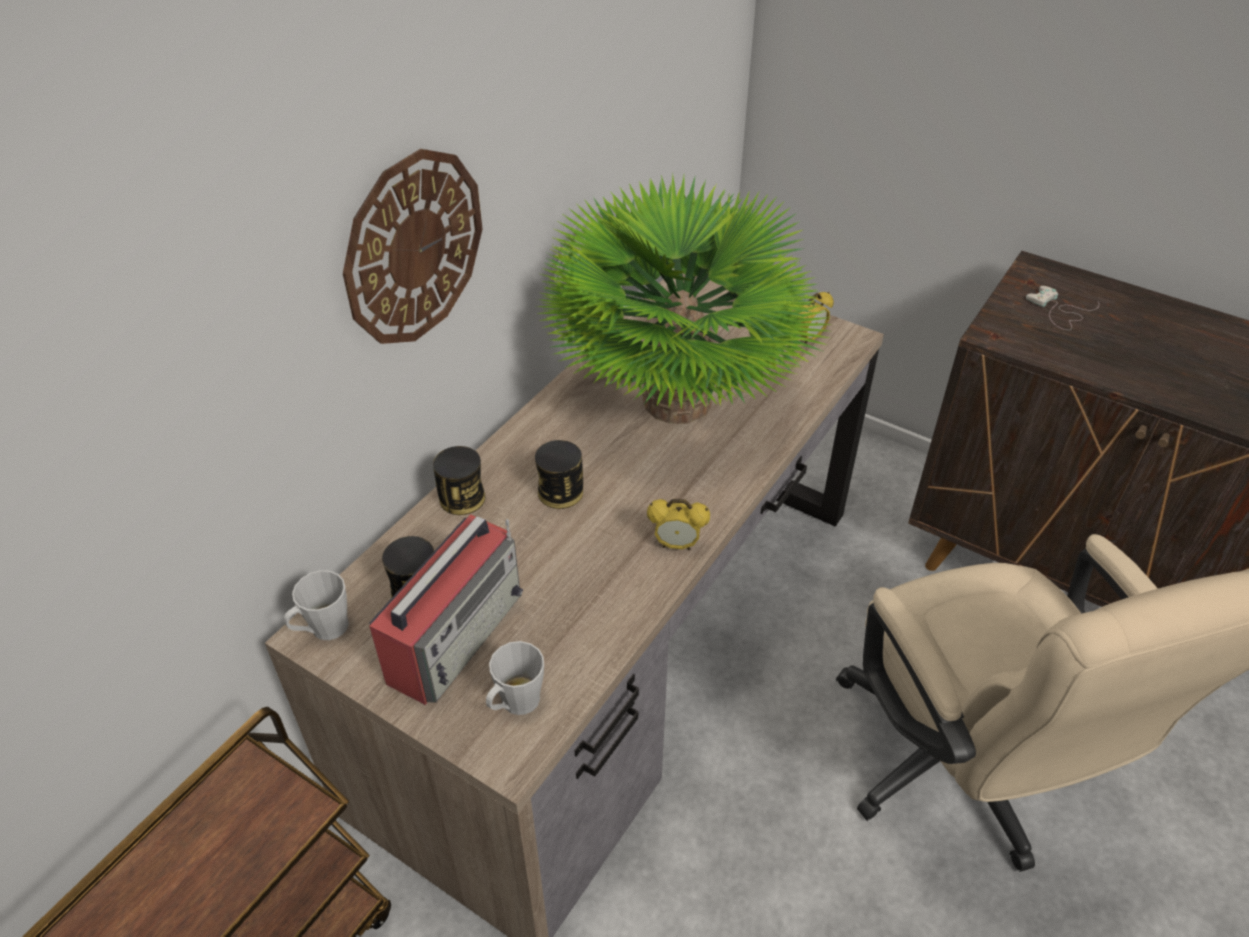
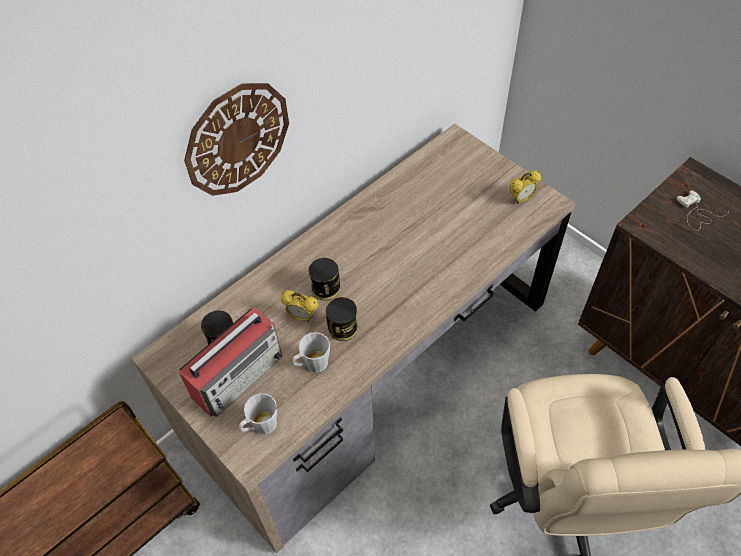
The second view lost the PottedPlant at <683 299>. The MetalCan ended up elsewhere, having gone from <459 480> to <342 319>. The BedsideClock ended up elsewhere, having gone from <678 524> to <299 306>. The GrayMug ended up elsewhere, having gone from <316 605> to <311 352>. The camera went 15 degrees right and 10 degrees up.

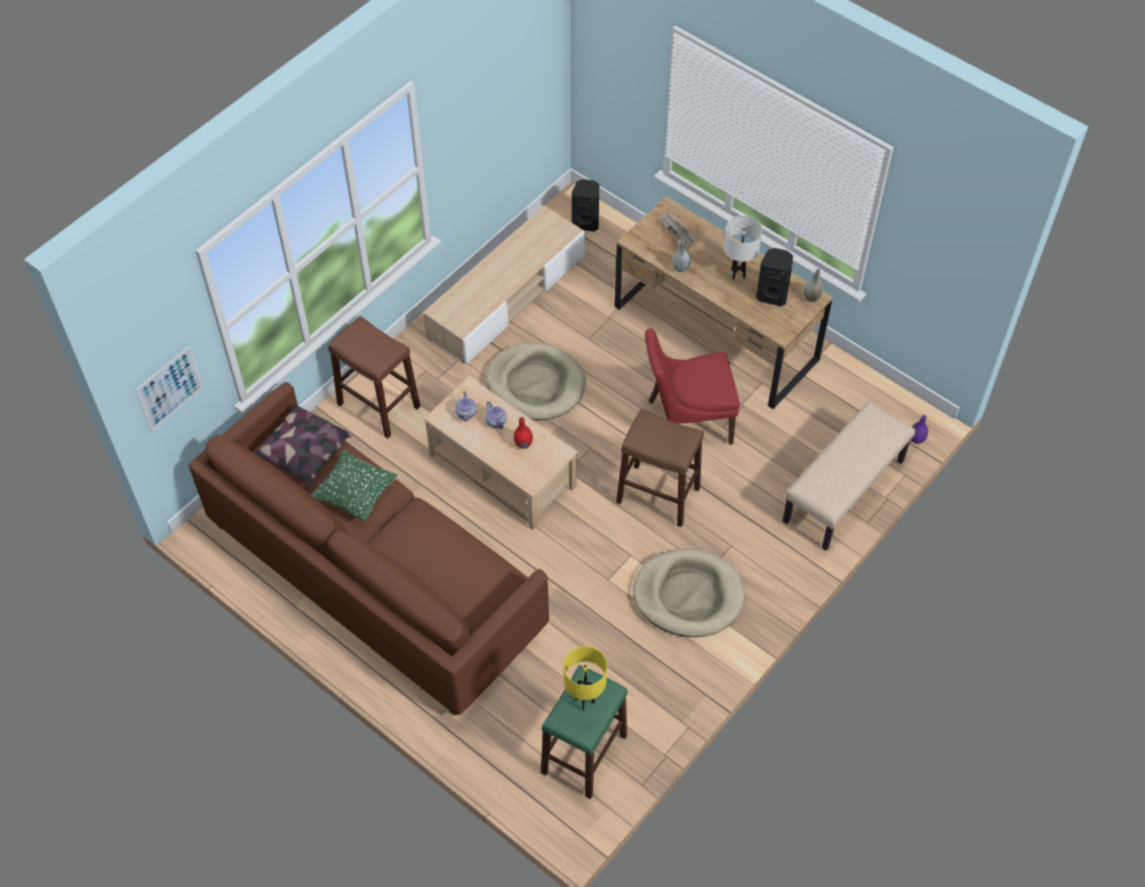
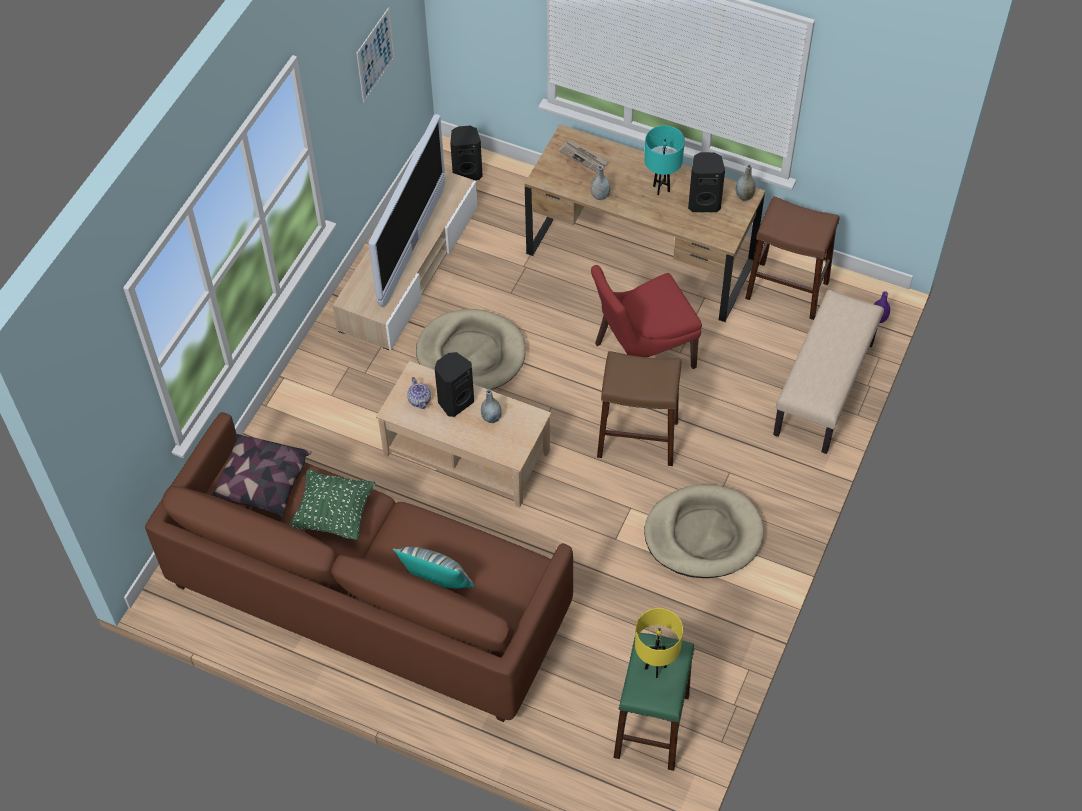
What was the WhiteColouredTabletopLamp at <743 247> turned into the BlueGreenTabletopLamp at <664 160>. The BrownColouredStool ended up elsewhere, having gone from <374 377> to <792 258>. The Picture ended up elsewhere, having gone from <170 388> to <376 55>. Where the TeaPot stood at <496 415>, the BlackAudioSpeaker came to stand at <454 384>. What was the RedColouredVase at <523 433> turned into the GrayVase at <491 406>. The second view gained the Tv at <406 210>. The second view gained the ThrowPillow at <434 567>. The camera went 15 degrees left and 0 degrees up.

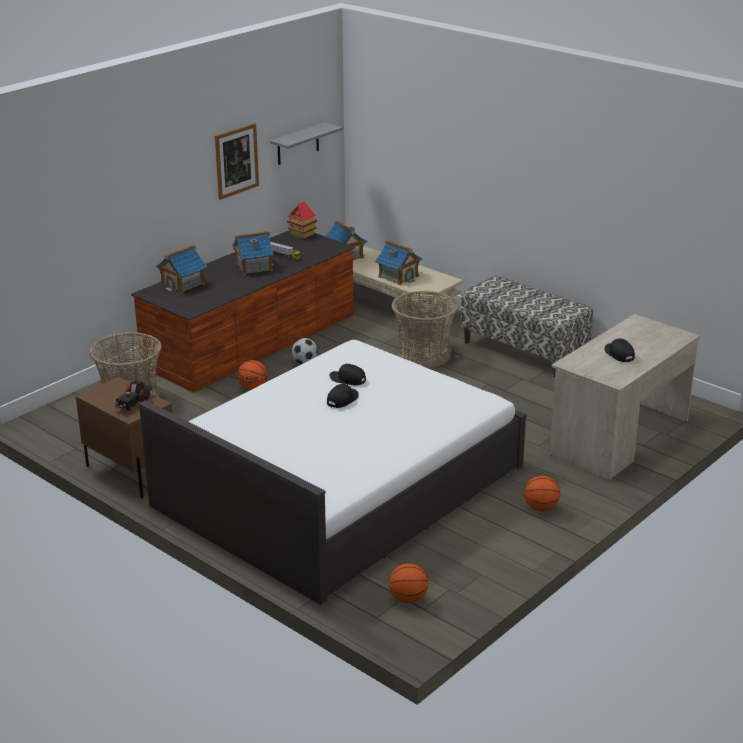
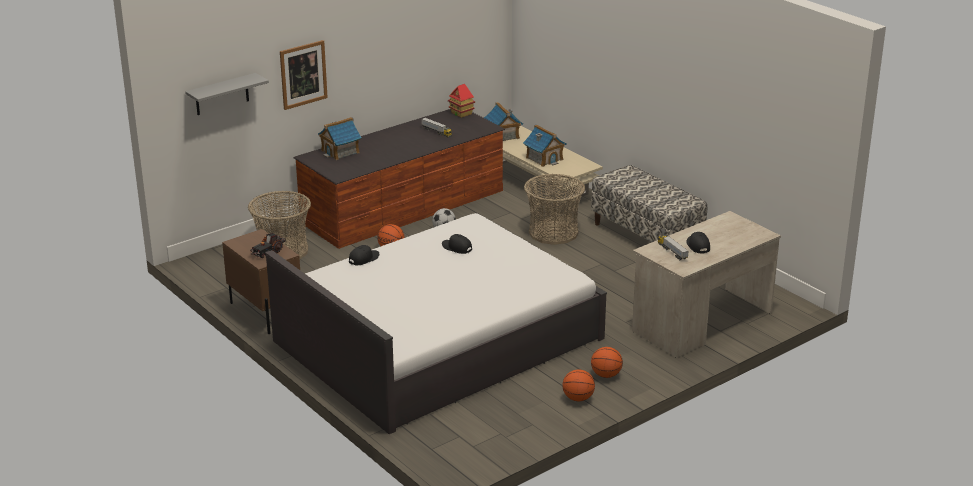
The GrayShelf ended up elsewhere, having gone from <306 143> to <227 94>. The Picture ended up elsewhere, having gone from <237 161> to <304 75>. The second view lost the MiniatureHouse at <253 253>. The BlackPeakedCap ended up elsewhere, having gone from <342 396> to <364 255>. The BasketballBall ended up elsewhere, having gone from <408 583> to <578 385>. The second view gained the ModelTruck at <673 247>. The camera went 10 degrees right and 0 degrees up.

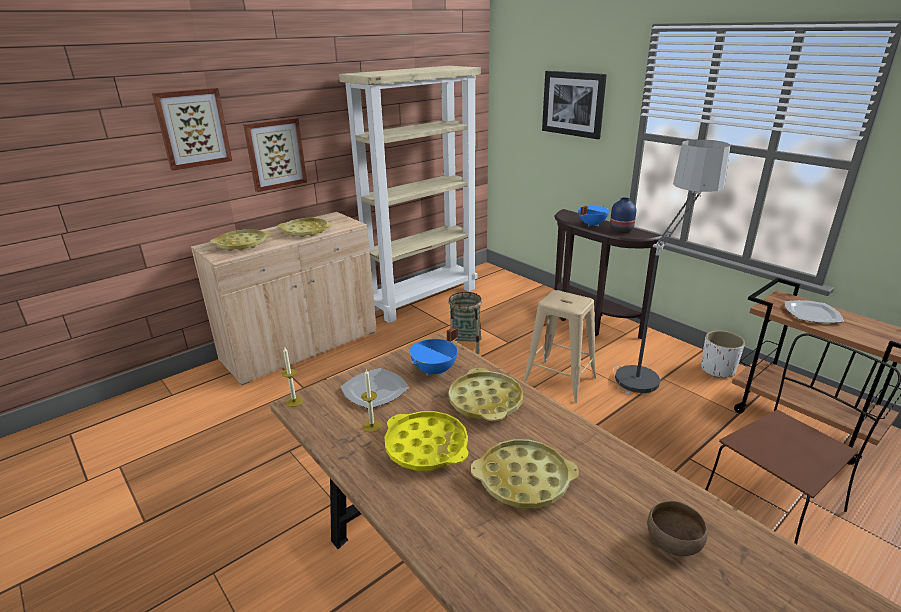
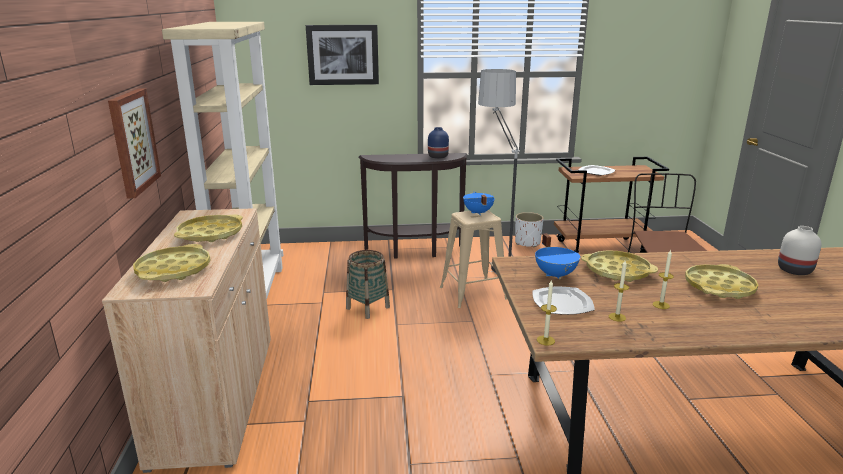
The second view lost the Picture at <192 129>. The BlueColouredCookingPot ended up elsewhere, having gone from <593 216> to <478 203>. Where the YellowTray stood at <426 441>, the Candle came to stand at <663 279>. Where the BrownColouredServingBowl stood at <678 528>, the WhiteColouredVase came to stand at <799 250>. The camera went 55 degrees left and 5 degrees down.

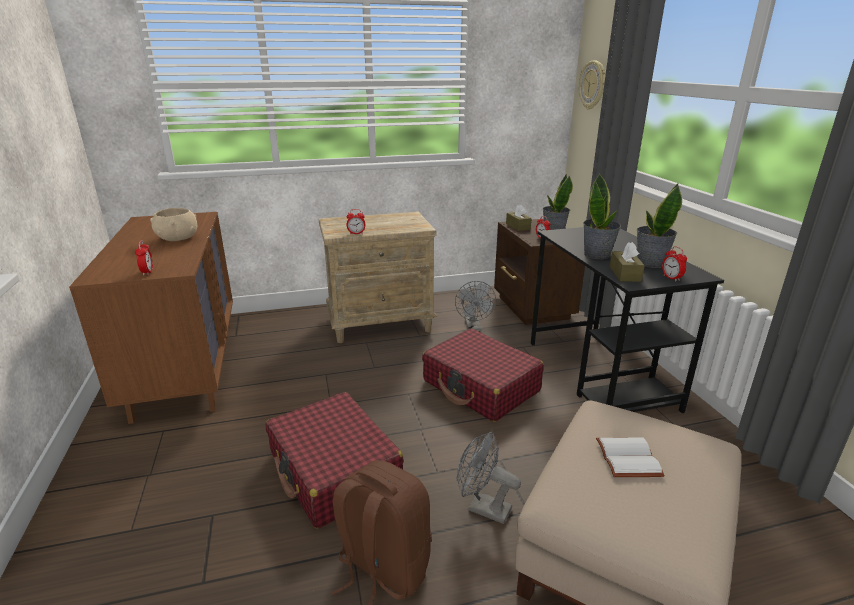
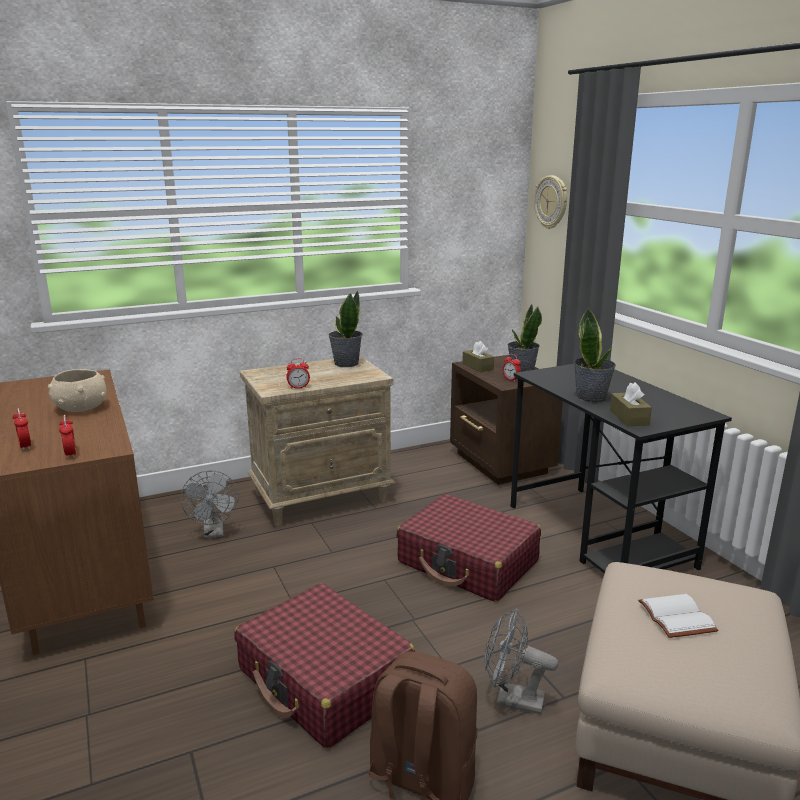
The PottedPlant ended up elsewhere, having gone from <659 225> to <345 329>. The BedsideClock ended up elsewhere, having gone from <674 263> to <21 429>. The GrayFan ended up elsewhere, having gone from <475 306> to <210 504>. The camera went 10 degrees left and 5 degrees down.

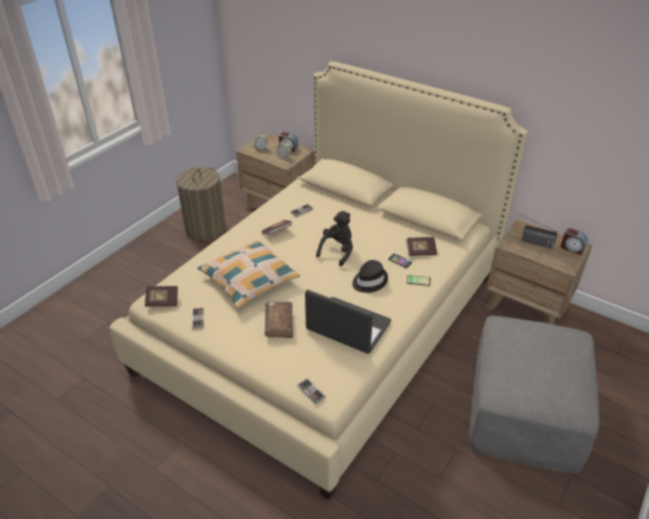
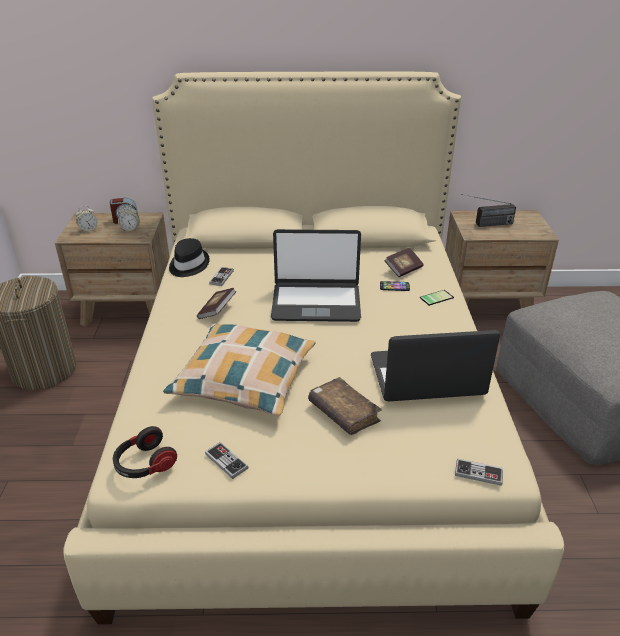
Where the BlackPlushToy stood at <334 238>, the NotebookComputer came to stand at <316 275>. The second view lost the BedsideClock at <574 241>. The BlackHat ended up elsewhere, having gone from <370 276> to <189 257>. Where the Volume stood at <161 296>, the PairOfHeadphones came to stand at <145 452>. The camera went 35 degrees left and 5 degrees down.

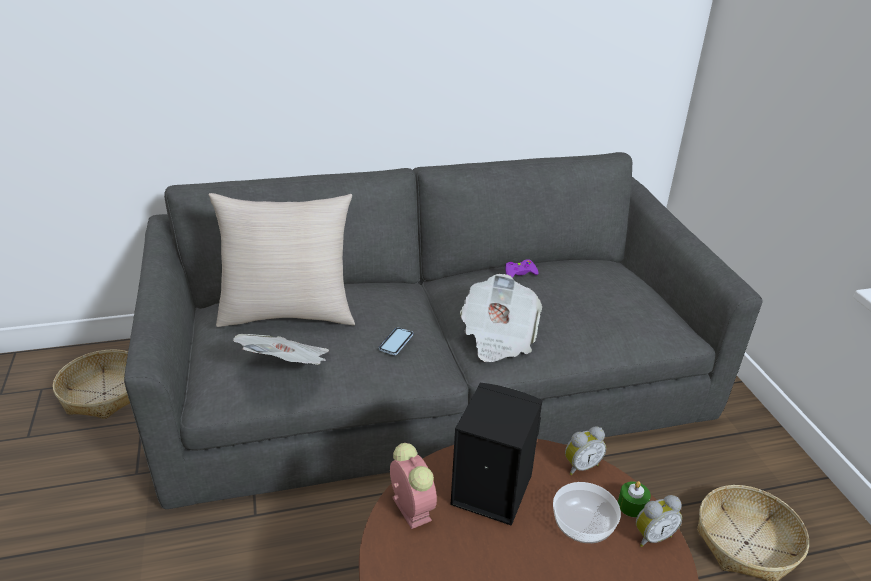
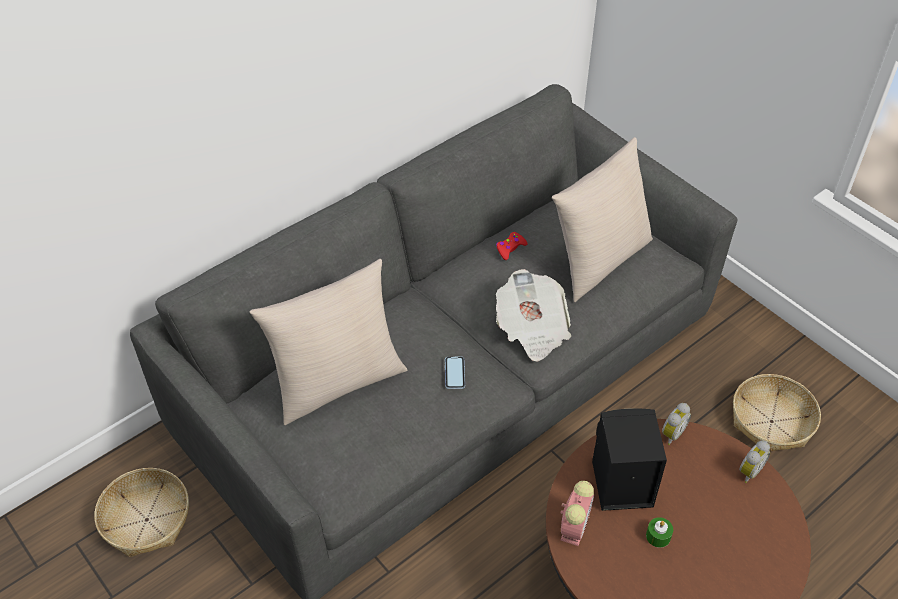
What was the PurpleGameController at <521 268> turned into the RedColouredGameController at <512 246>. The second view lost the DailyPaper at <281 349>. The BedsideClock at <413 486> ended up facing another way, 75 degrees clockwise from before. The GreenCandle ended up elsewhere, having gone from <634 499> to <659 532>. The second view lost the ServingBowl at <587 512>. The second view gained the SandColouredThrowPillow at <602 219>. The camera went 25 degrees left and 15 degrees up.

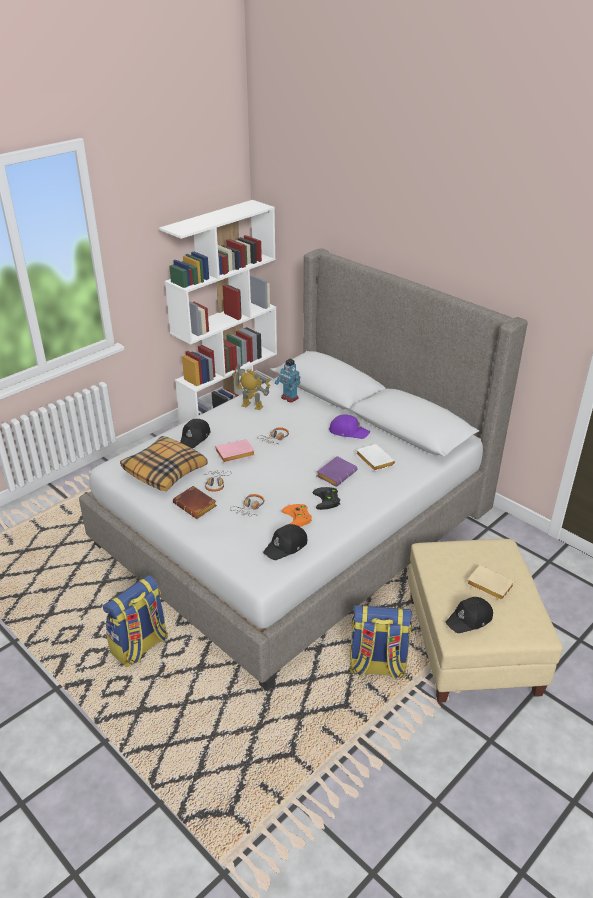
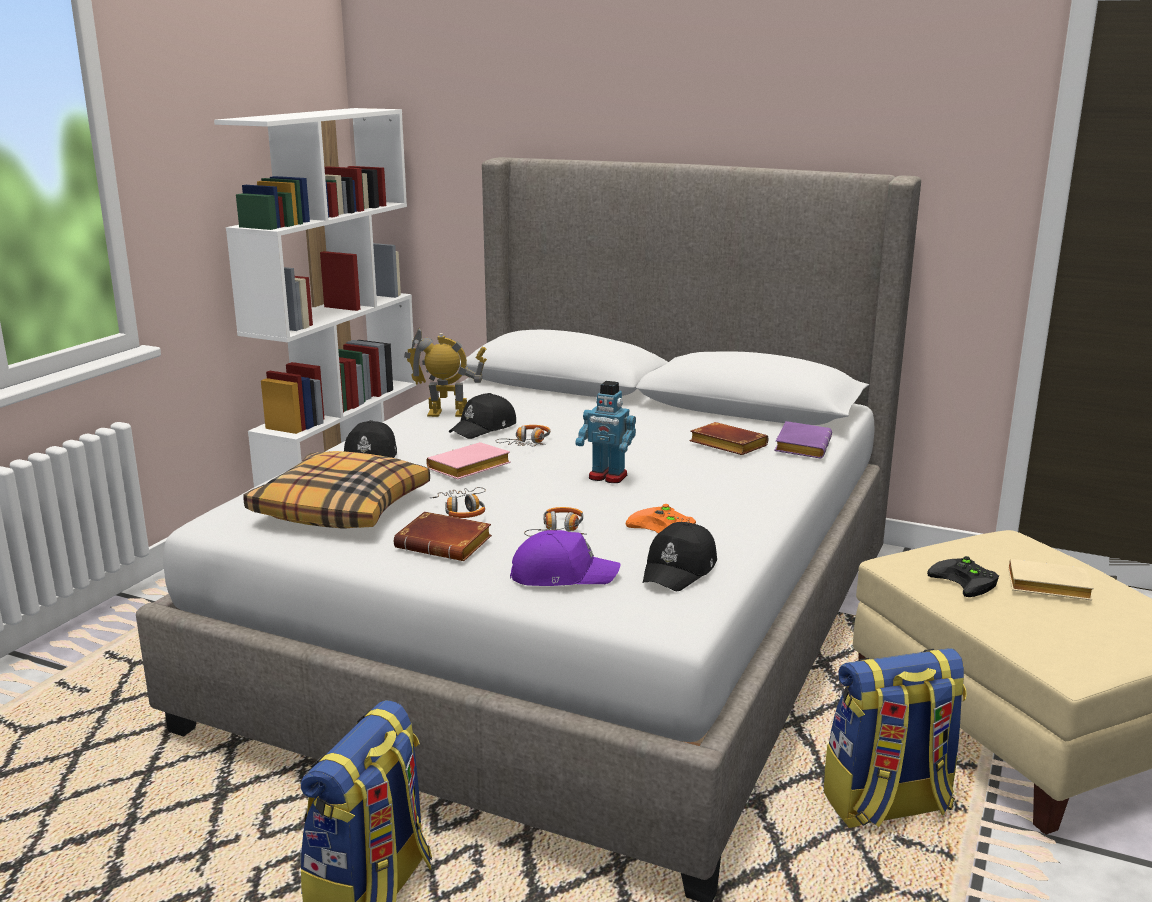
The RobotFigure ended up elsewhere, having gone from <287 380> to <605 432>. The PurplePeakedCap ended up elsewhere, having gone from <349 426> to <565 558>. What was the WhiteColouredVolume at <375 457> turned into the BrownColouredVolume at <729 438>. The PurpleVolume ended up elsewhere, having gone from <337 471> to <803 439>. The BlackGameController ended up elsewhere, having gone from <326 498> to <963 576>. The BlackPeakedCap ended up elsewhere, having gone from <469 615> to <482 416>. The camera went 20 degrees left and 15 degrees down.

